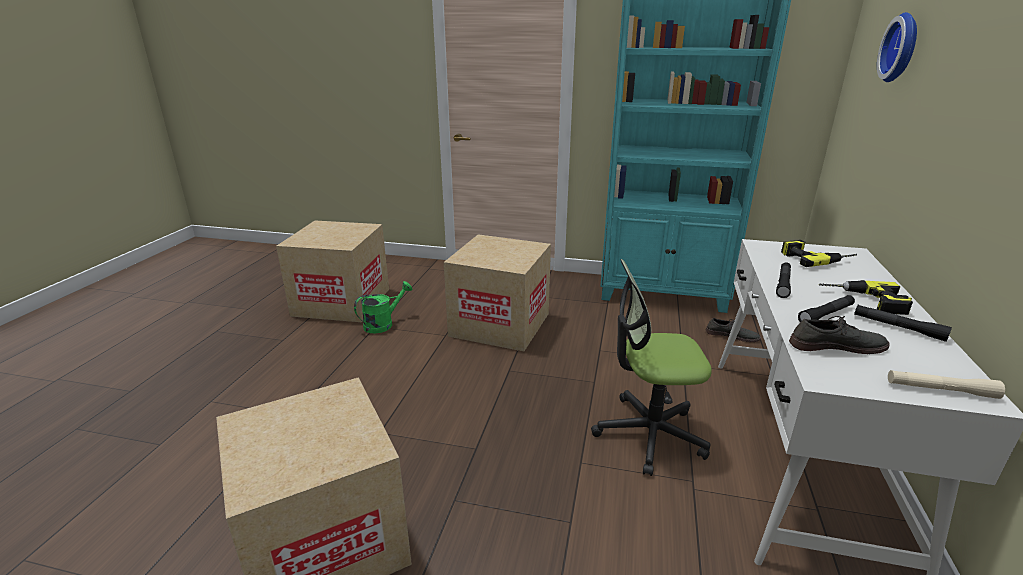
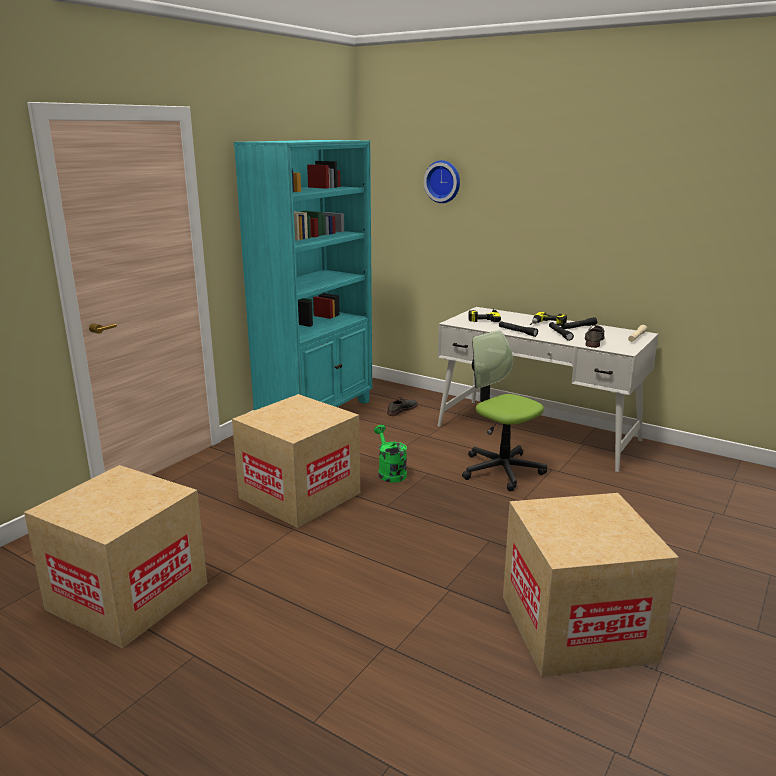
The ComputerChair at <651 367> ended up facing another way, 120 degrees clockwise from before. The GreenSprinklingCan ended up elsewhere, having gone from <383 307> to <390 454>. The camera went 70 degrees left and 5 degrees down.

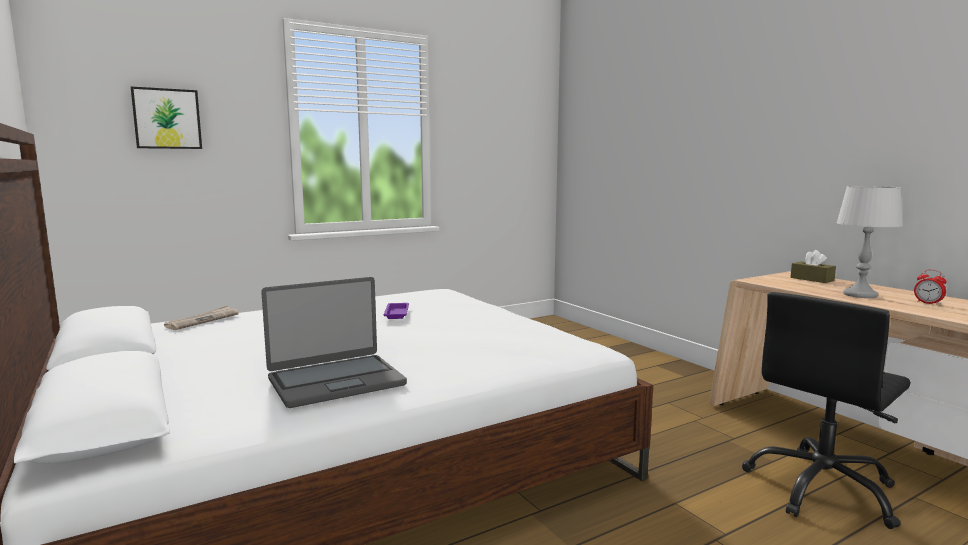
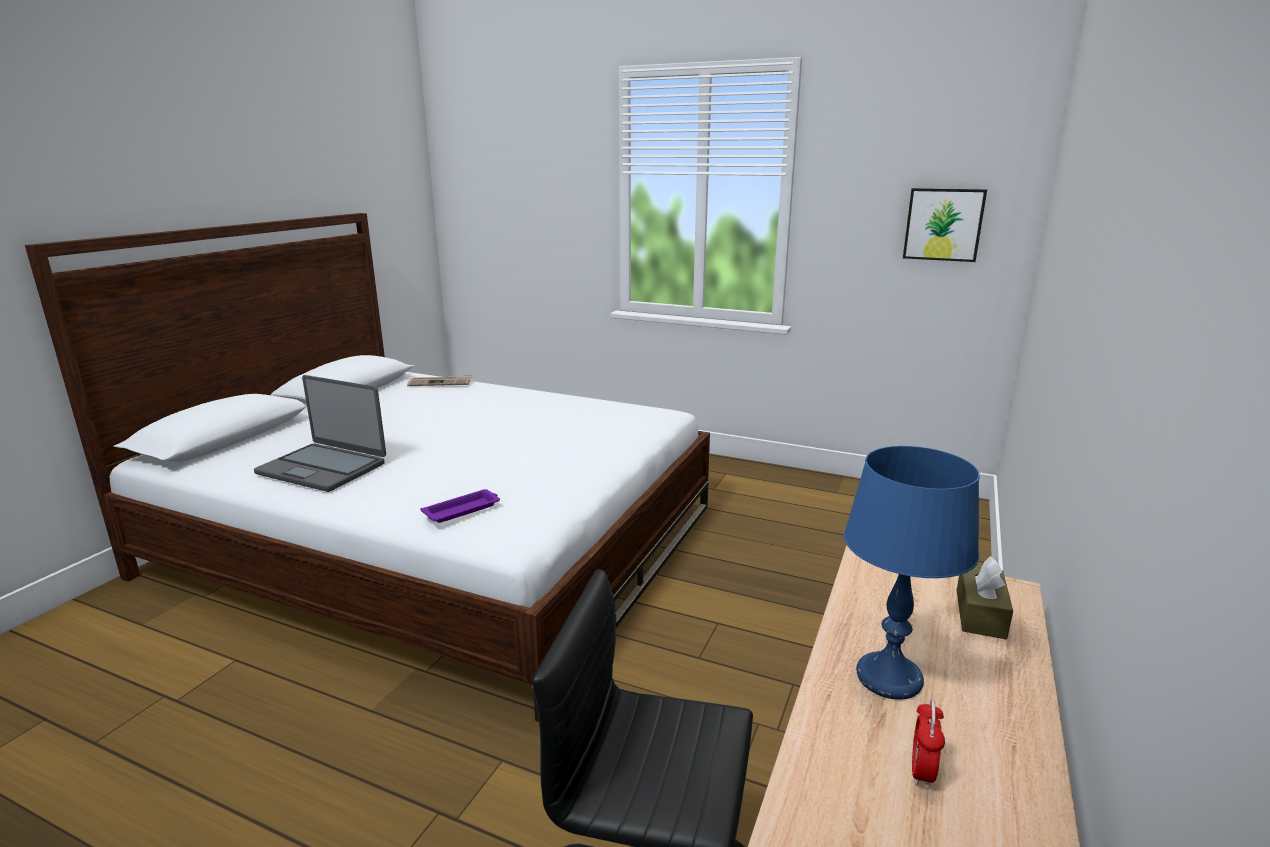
The Picture ended up elsewhere, having gone from <166 118> to <945 225>. What was the GrayTabletopLamp at <869 242> turned into the BlueColouredTabletopLamp at <911 573>. The PurpleTray ended up elsewhere, having gone from <396 311> to <460 506>. The camera went 55 degrees right and 10 degrees up.

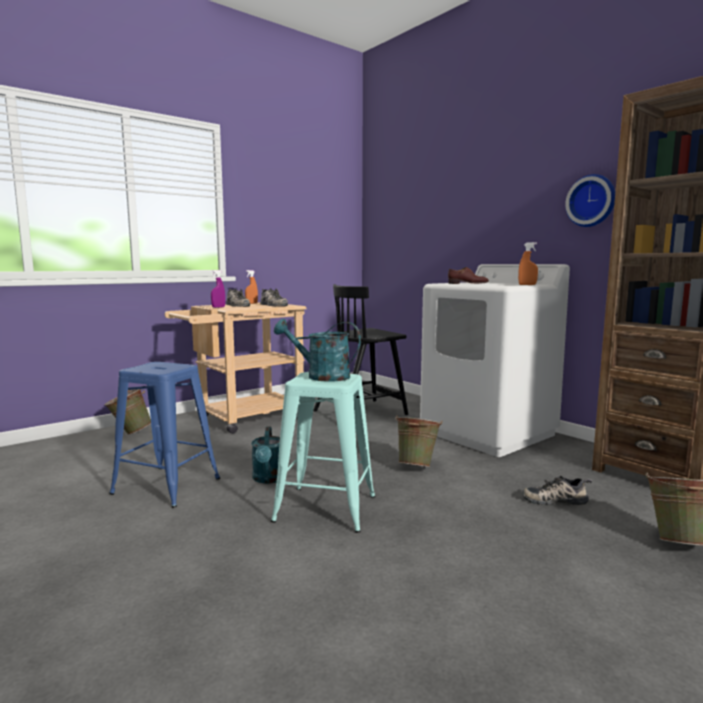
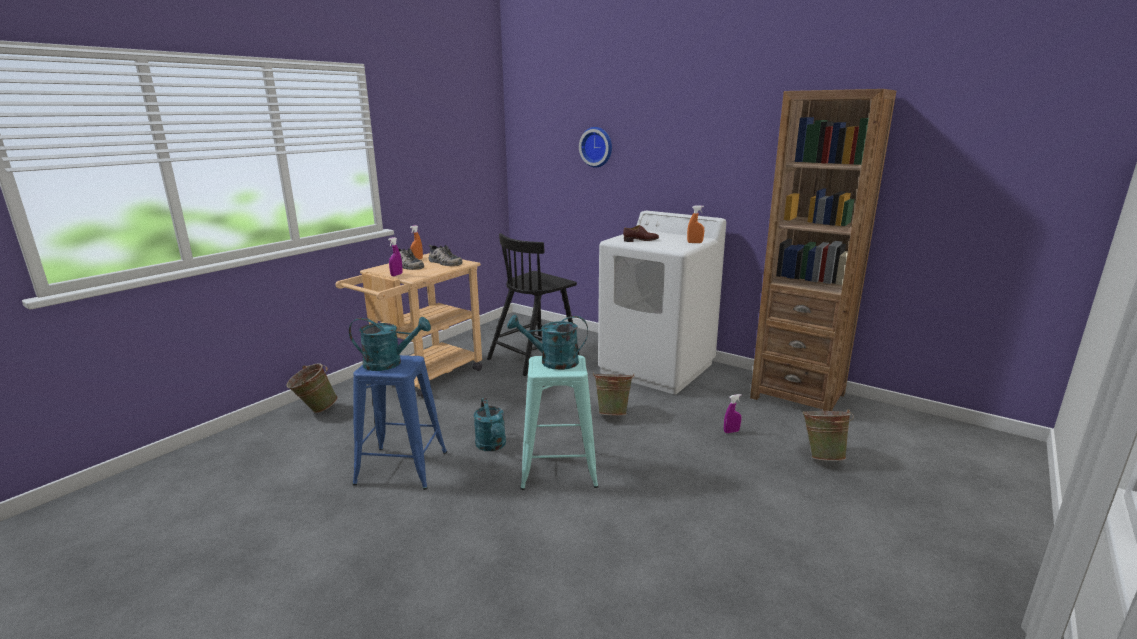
The HangingClock ended up elsewhere, having gone from <590 200> to <595 147>. Where the LowShoe stood at <557 490>, the PurpleSprayer came to stand at <733 413>. The second view gained the BlueGreenSprinklingCan at <390 344>. The camera went 15 degrees left and 10 degrees up.

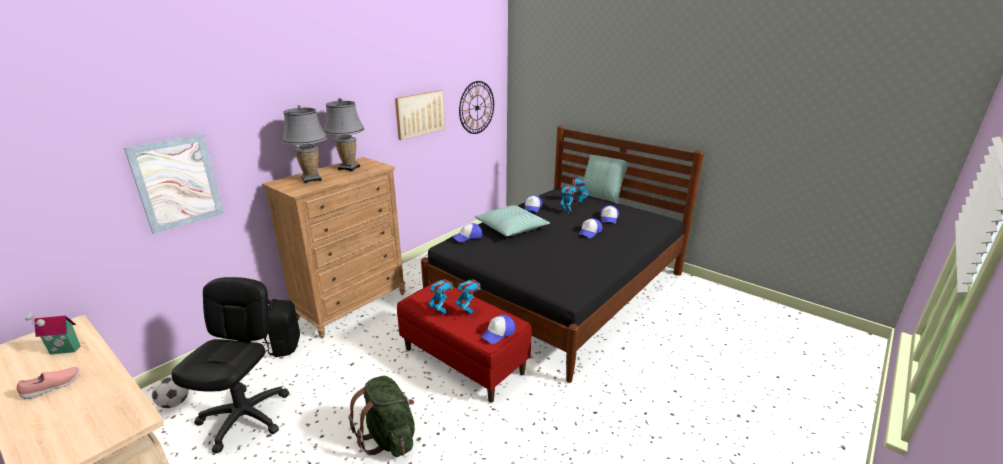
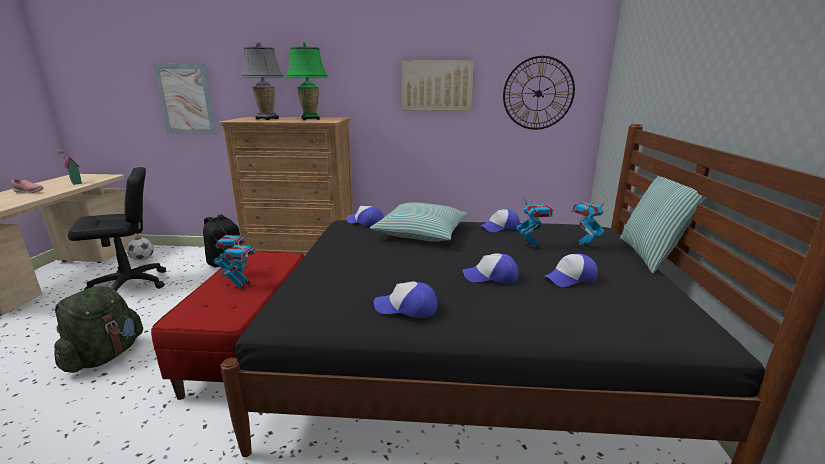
What was the GrayTabletopLamp at <344 134> turned into the GreenTabletopLamp at <307 81>. The PeakedCap ended up elsewhere, having gone from <498 329> to <405 299>. The camera went 55 degrees right and 5 degrees down.

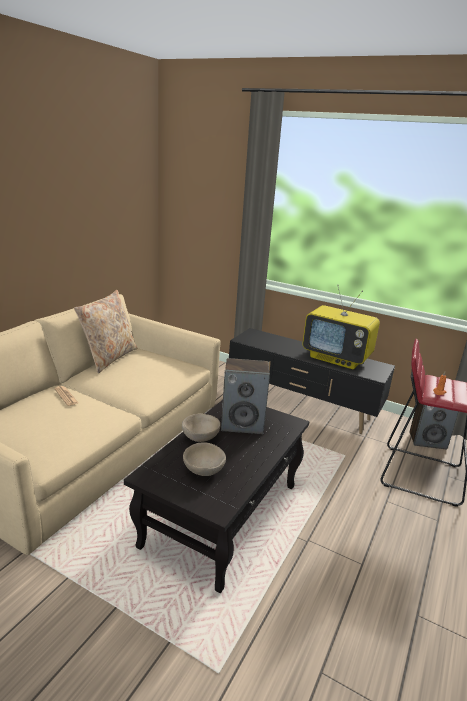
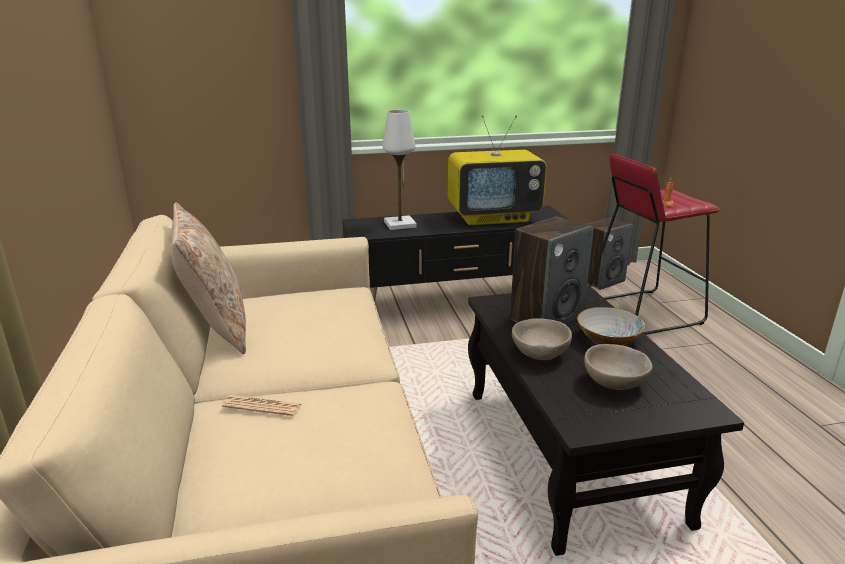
The second view gained the WhiteColouredTabletopLamp at <399 170>. The second view gained the ServingBowl at <611 326>. The camera went 40 degrees left and 0 degrees up.

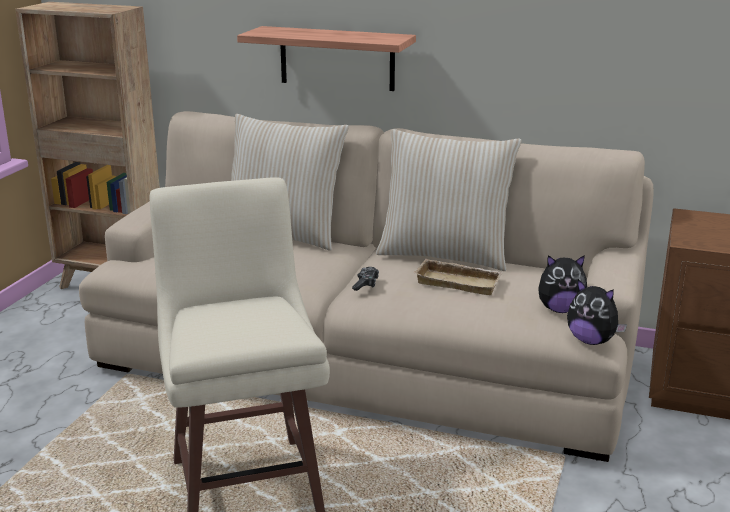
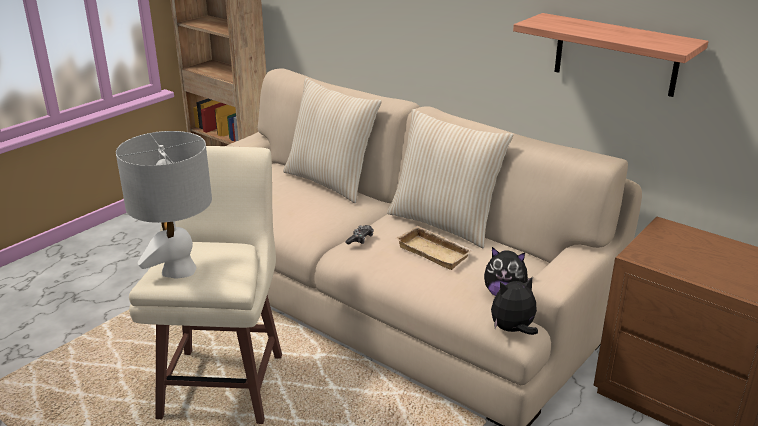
The Shelf ended up elsewhere, having gone from <326 58> to <611 55>. The PlushToy at <597 312> ended up facing another way, 105 degrees clockwise from before. The second view gained the GrayTabletopLamp at <164 205>. The camera went 20 degrees right and 5 degrees up.

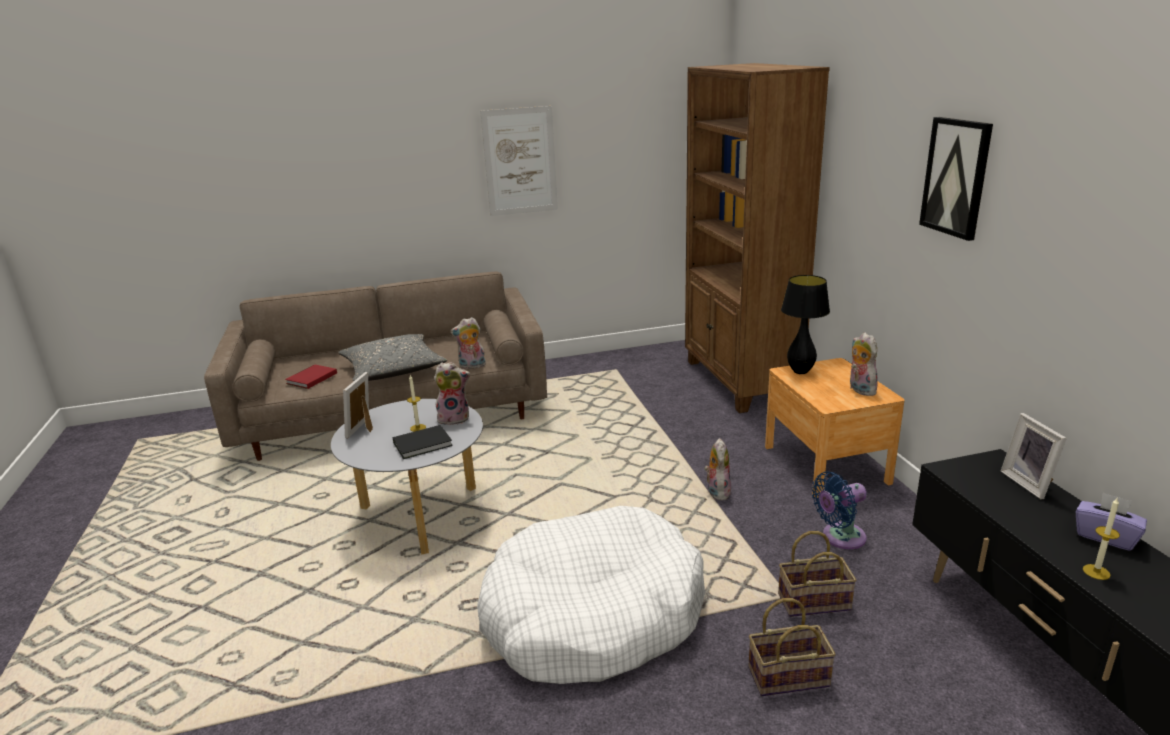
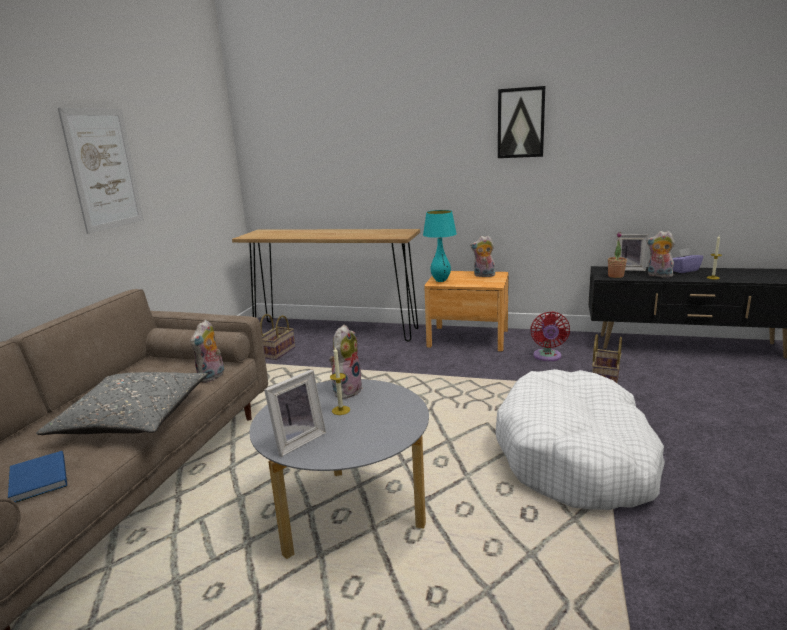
Where the BrownColouredBookshelf stood at <757 238>, the BrownColouredConsoleTable came to stand at <326 285>. What was the BlackTabletopLamp at <805 324> turned into the BlueGreenTabletopLamp at <440 246>. What was the RedColouredVolume at <311 377> turned into the BlueColouredVolume at <37 477>. The PictureFrame at <358 405> ended up facing another way, 90 degrees counterclockwise from before. The second view lost the BlackVolume at <423 442>. The PlushToy ended up elsewhere, having gone from <717 469> to <660 254>. What was the BlueColouredFan at <839 510> turned into the RedColouredFan at <550 336>. The Basket ended up elsewhere, having gone from <792 647> to <277 337>. The second view gained the PottedPlant at <617 255>. The camera went 60 degrees left and 5 degrees down.

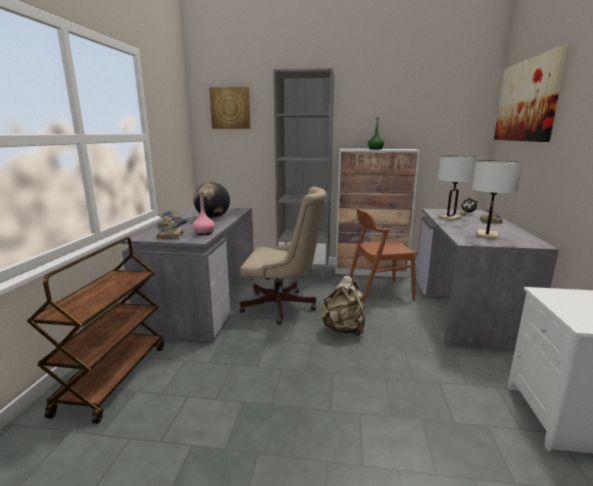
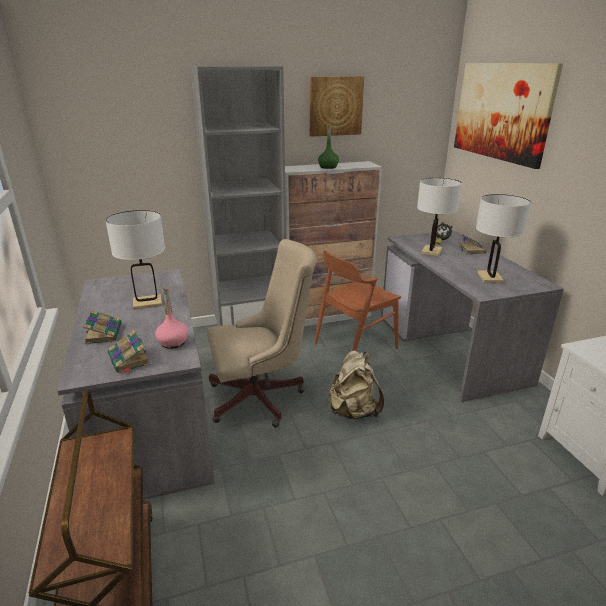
The Picture ended up elsewhere, having gone from <229 108> to <337 106>. Where the DeskGlobe stood at <211 200>, the WhiteColouredTabletopLamp came to stand at <135 260>. The camera went 25 degrees left and 10 degrees up.

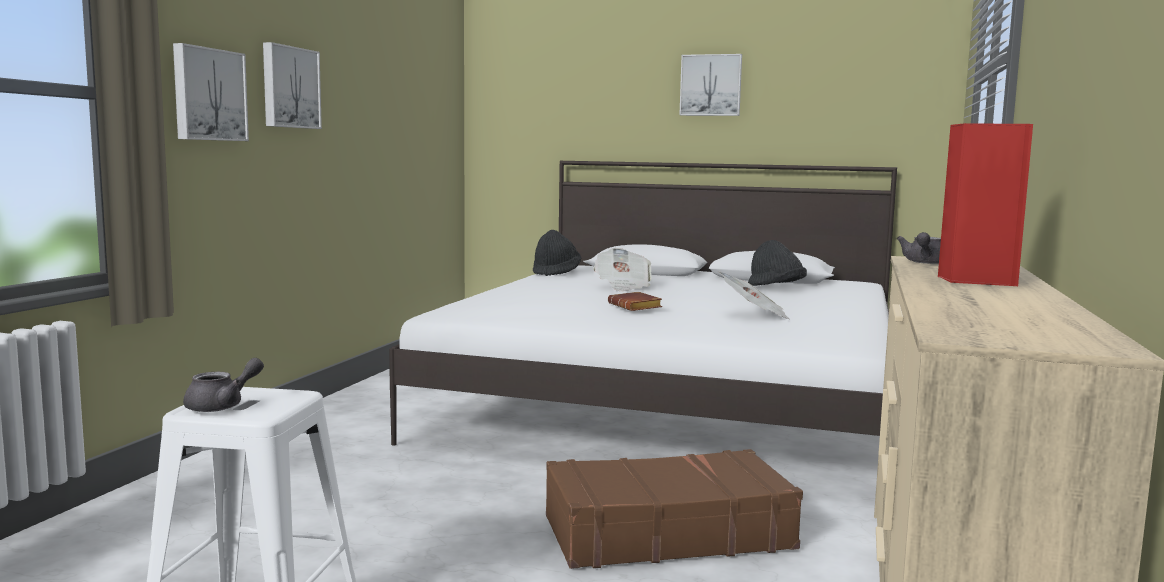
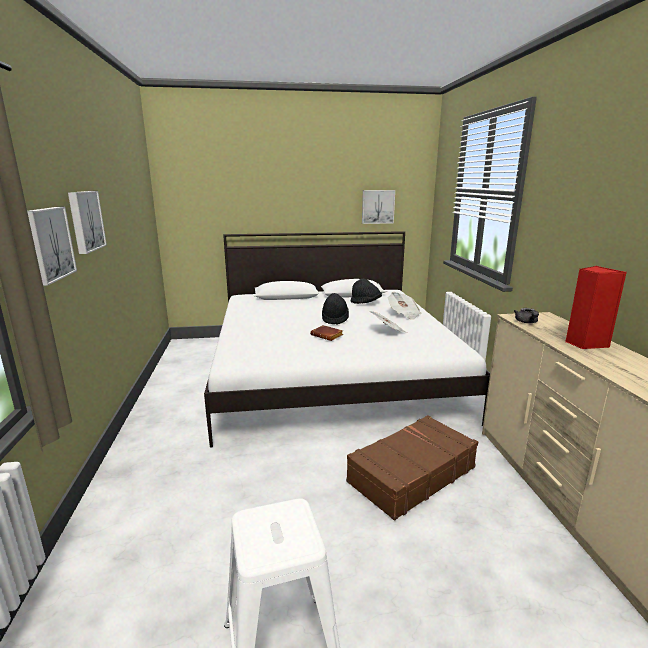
The Picture ended up elsewhere, having gone from <710 85> to <378 207>. The BlackHat ended up elsewhere, having gone from <557 253> to <335 309>. The DailyPaper ended up elsewhere, having gone from <622 269> to <404 306>. The second view lost the GrayTeaPot at <223 385>. The camera went 25 degrees left and 10 degrees up.

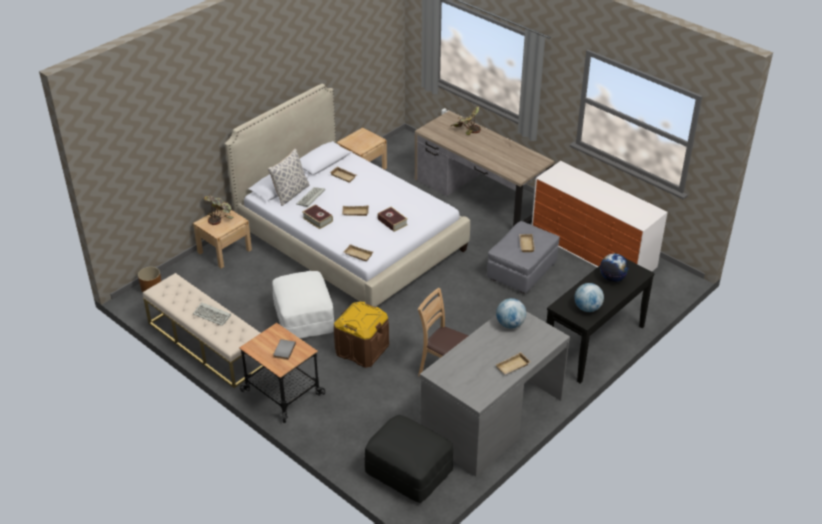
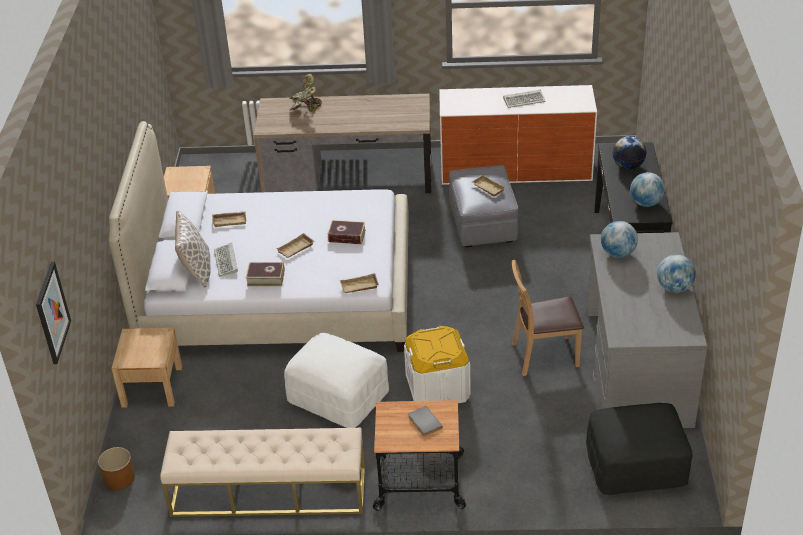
The second view lost the PottedPlant at <219 210>. The Keyboard ended up elsewhere, having gone from <212 314> to <524 99>. What was the BrownColouredStorageContainer at <361 335> turned into the WhiteColouredStorageContainer at <437 364>. Where the SandColouredTray stood at <512 363>, the DeskGlobe came to stand at <676 274>. The second view gained the Picture at <53 313>. The camera went 40 degrees left and 0 degrees up.

